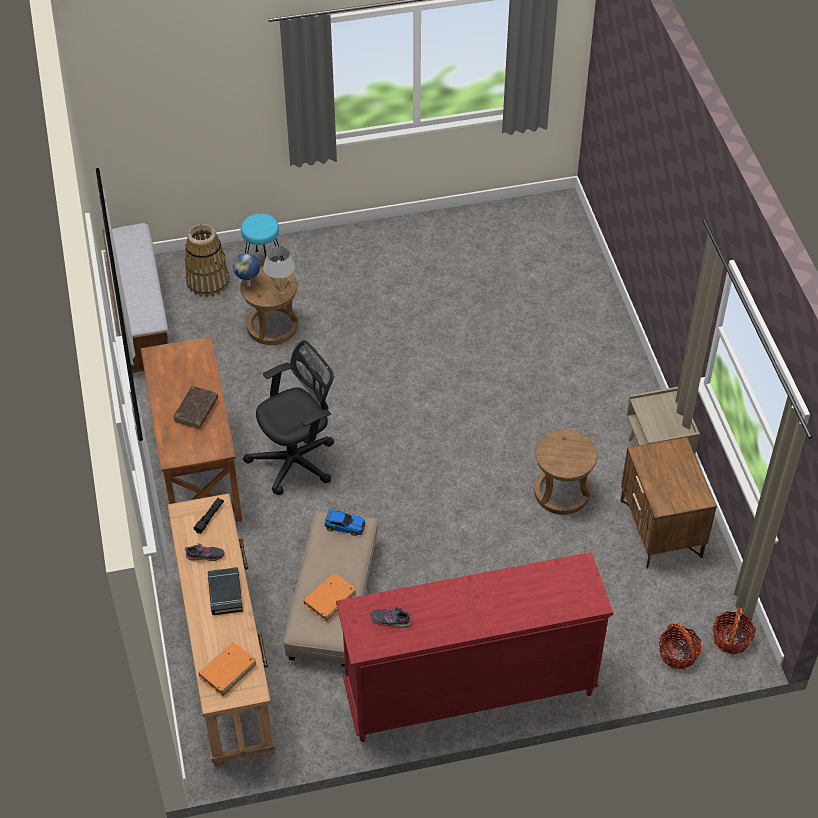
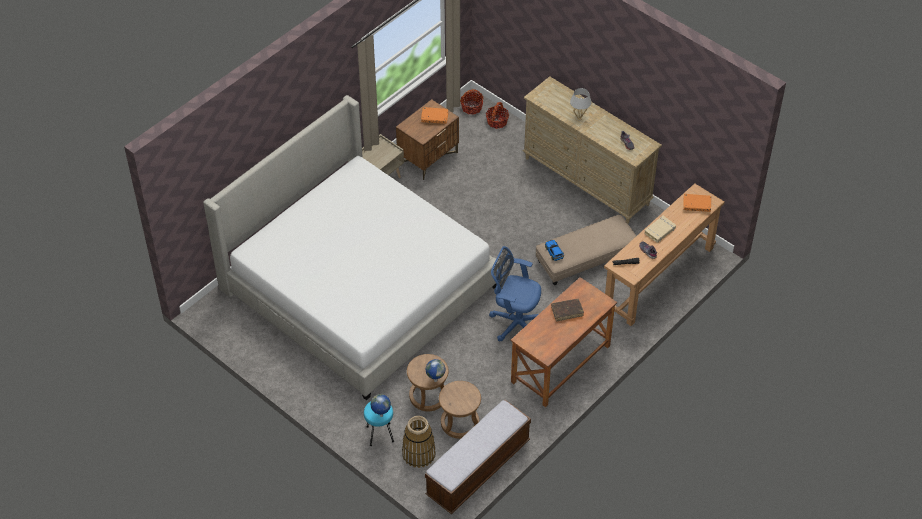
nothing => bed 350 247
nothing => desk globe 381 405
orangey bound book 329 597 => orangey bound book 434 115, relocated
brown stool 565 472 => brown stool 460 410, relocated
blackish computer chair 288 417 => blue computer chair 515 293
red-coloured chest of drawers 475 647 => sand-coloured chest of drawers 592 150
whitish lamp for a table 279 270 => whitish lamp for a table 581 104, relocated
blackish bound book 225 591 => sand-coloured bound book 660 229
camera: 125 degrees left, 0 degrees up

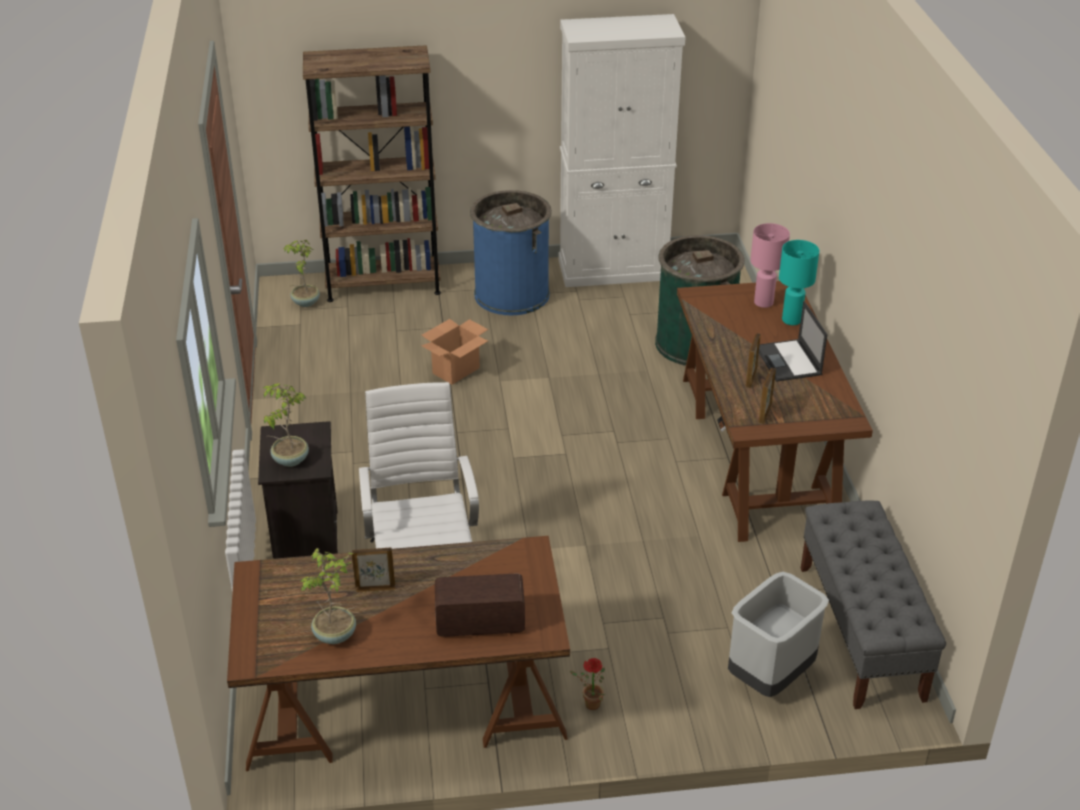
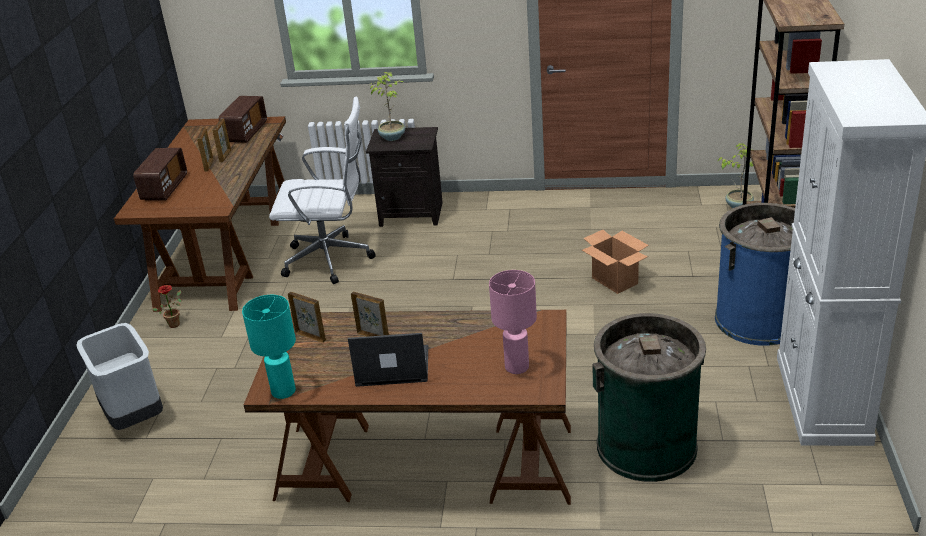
nothing => picture frame 205 149
nothing => radio set 243 119
blue-green lamp for a table 799 282 => blue-green lamp for a table 269 347, relocated
houseplant 328 596 => nothing
grey long seat 873 604 => nothing
camera: 105 degrees right, 5 degrees down

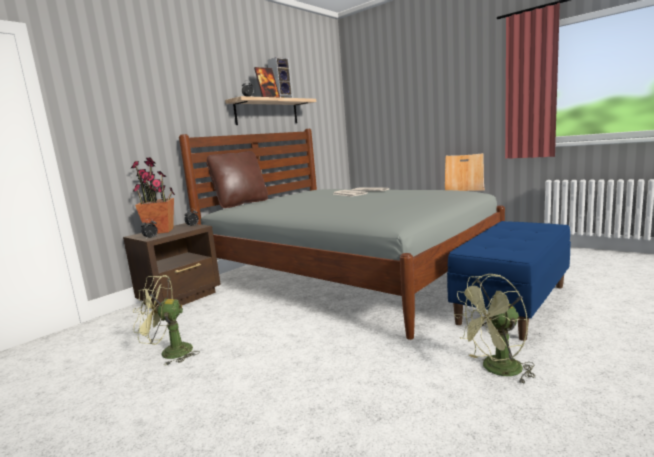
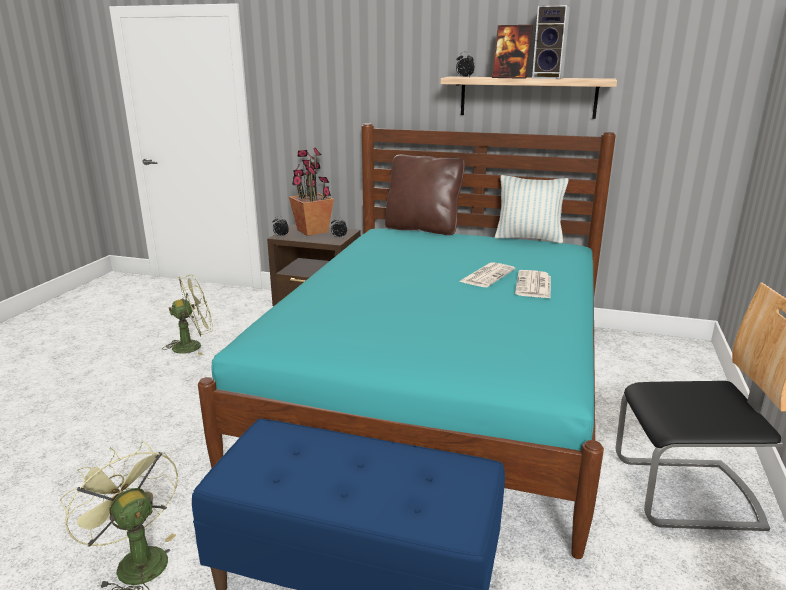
greenish electric fan 166 320 => greenish electric fan 187 315, 90 degrees clockwise
grey bed 342 234 => blue-green bed 407 341
nothing => cushion 532 209
camera: 65 degrees right, 10 degrees up

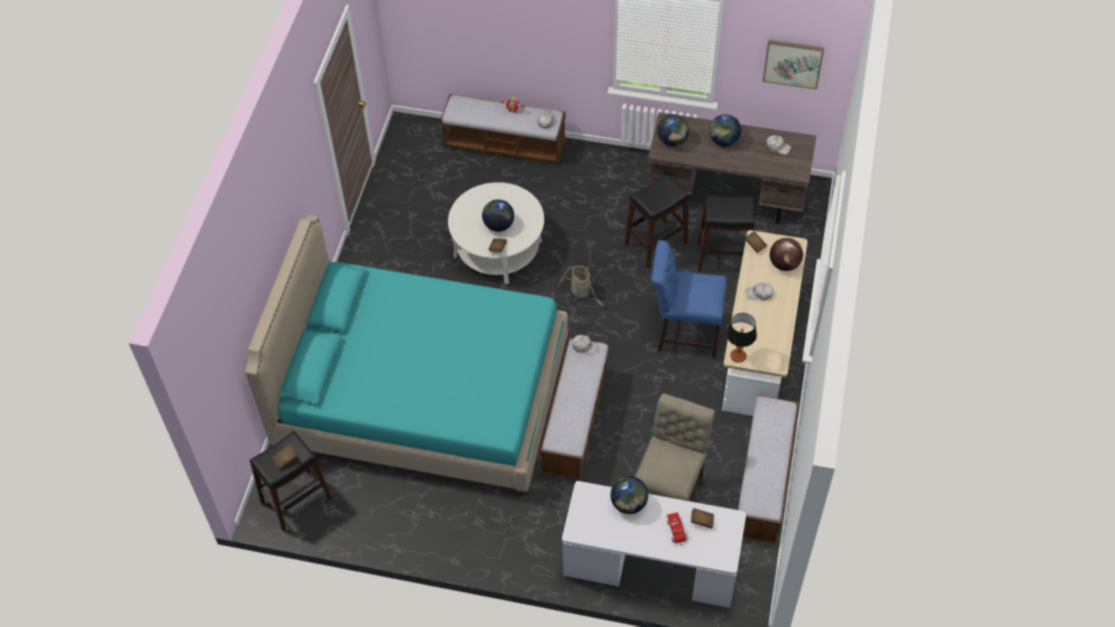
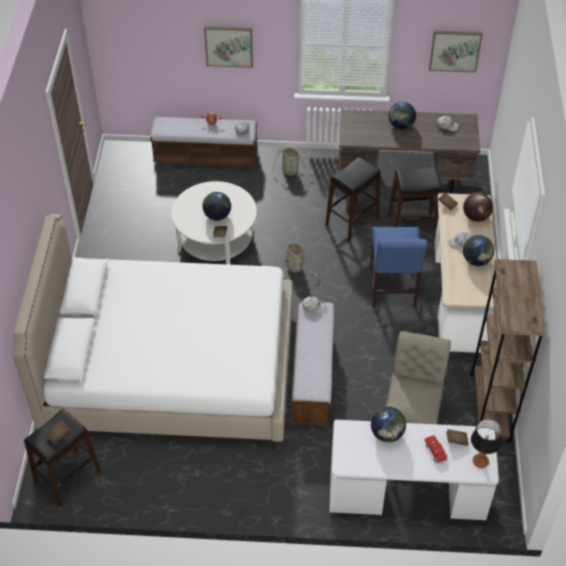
blue-green bed 406 355 => whitish bed 153 329
nothing => wall picture 228 47
nothing => household basket 294 161
blue upright chair 689 299 => blue upright chair 399 267, 90 degrees counterclockwise
desk globe 673 130 => desk globe 478 250, relocated
long seat 768 469 => brown bookcase 508 351
lamp for a table 741 338 => lamp for a table 486 443, relocated
camera: 10 degrees left, 5 degrees down

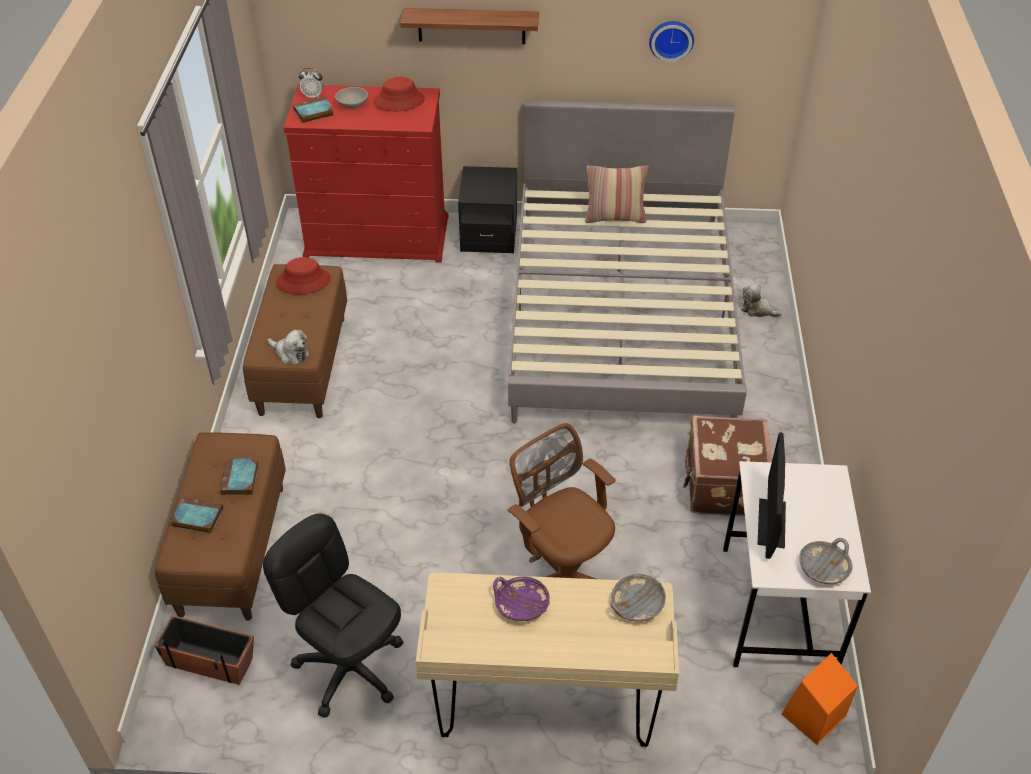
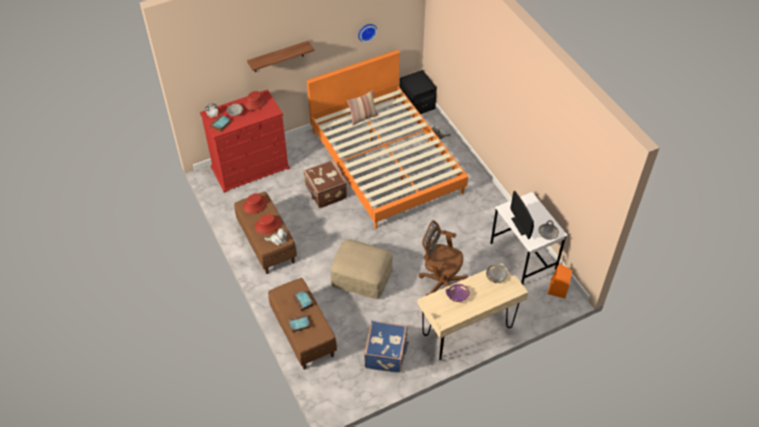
nothing => red-coloured hat 268 224
brown piece of luggage 727 465 => brown piece of luggage 325 184, relocated
grey bed 627 262 => orangey bed 387 139
nothing => sand-coloured footrest 362 269
blackish computer chair 333 616 => blue piece of luggage 386 347
blackish nightstand 487 210 => blackish nightstand 418 93, relocated
plant pot 204 650 => nothing
camera: 30 degrees left, 5 degrees up

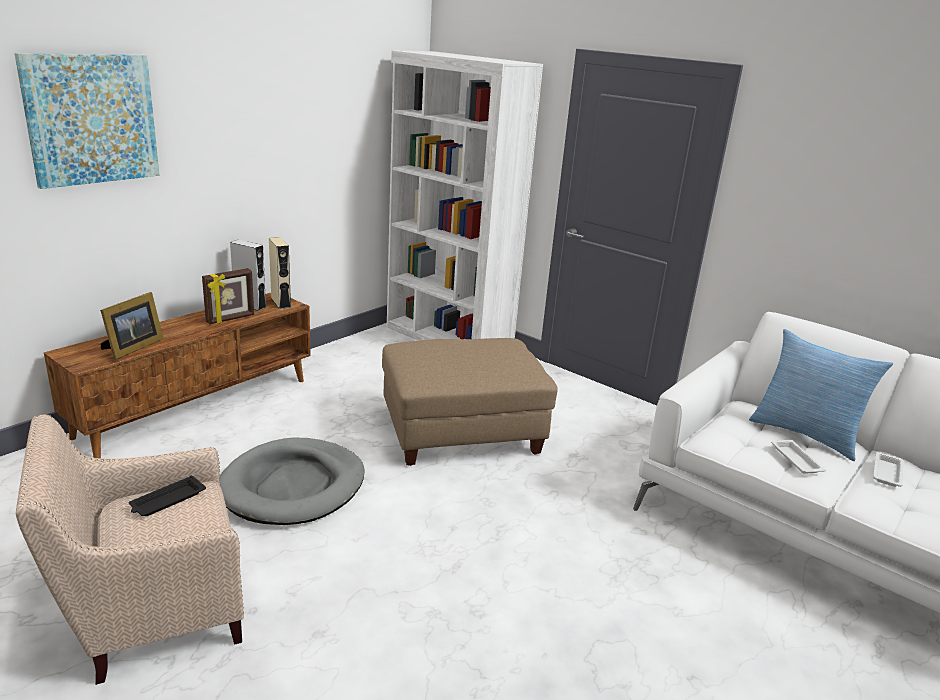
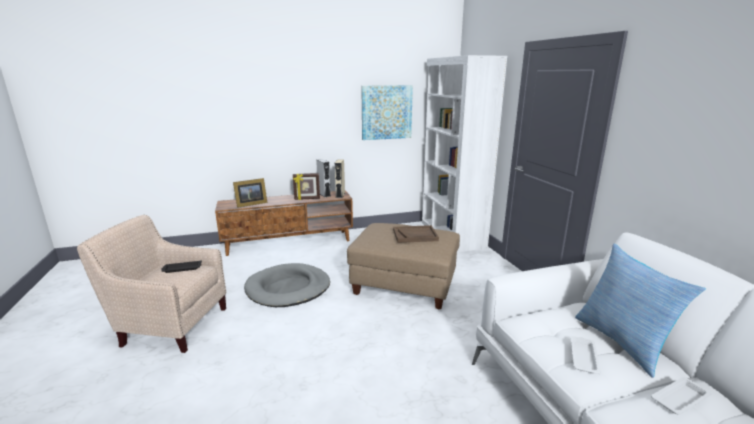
wall picture 87 121 => wall picture 387 112, relocated
nothing => brown tray 416 234
camera: 35 degrees right, 5 degrees down

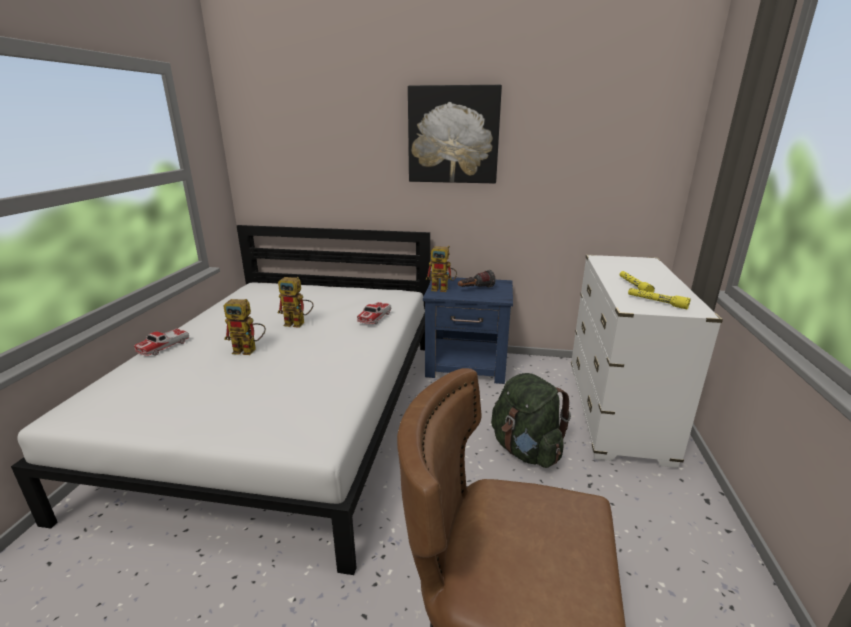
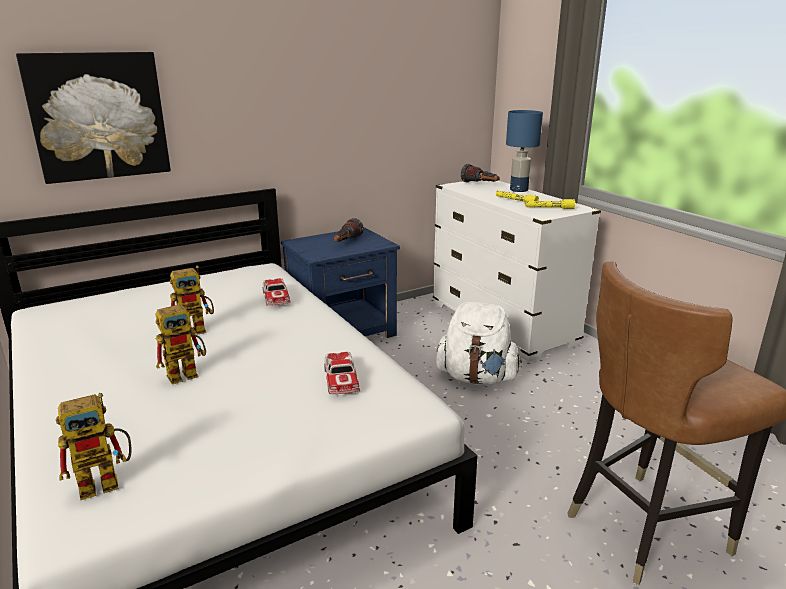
wall picture 455 134 => wall picture 93 118, relocated
toy robot 441 269 => toy robot 94 447, relocated
toy car 161 342 => toy car 342 373, relocated
greenish backpack 531 420 => whitish backpack 479 343
nothing => hand torch 480 173
nothing => blue lamp for a table 524 151
camera: 40 degrees left, 0 degrees up

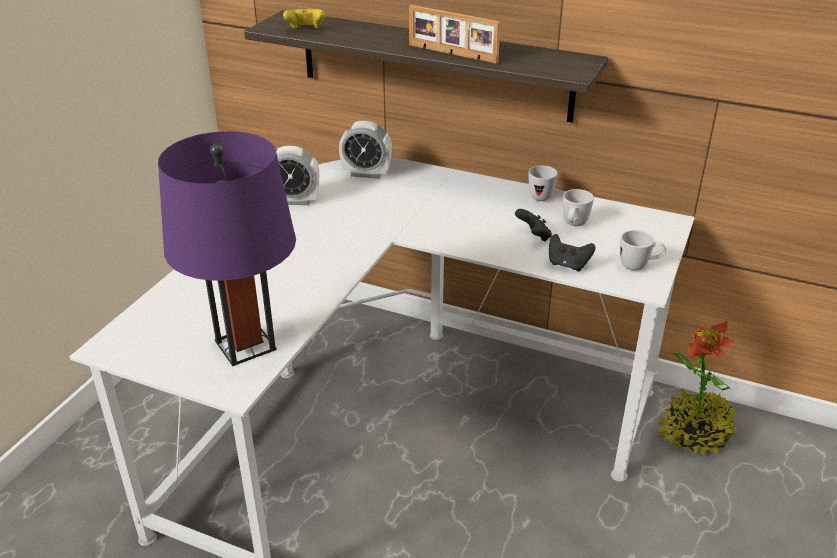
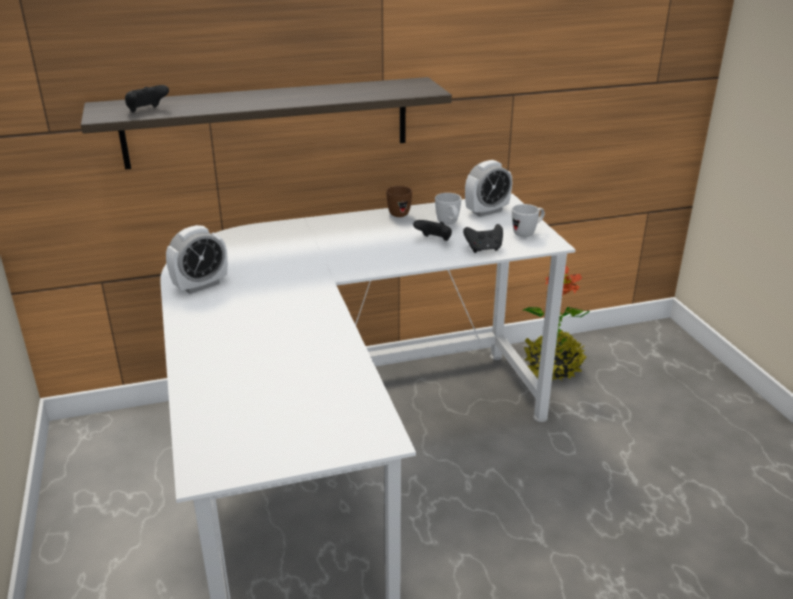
yellow gamepad 304 18 => blackish gamepad 147 98
whitish mug 543 183 => brown mug 399 201
alarm clock 365 150 => alarm clock 488 188, relocated
purple-coloured lamp for a table 227 248 => nothing
picture frame 455 34 => nothing
camera: 40 degrees left, 5 degrees down

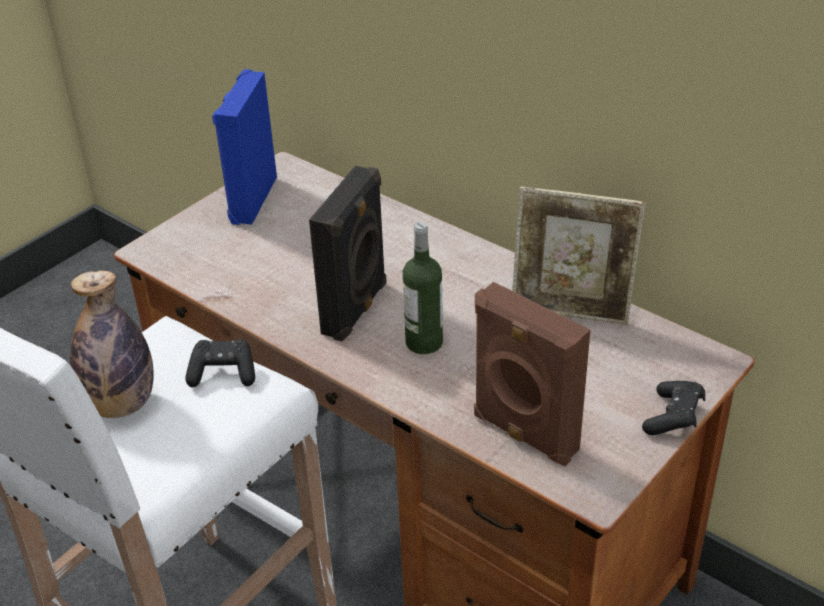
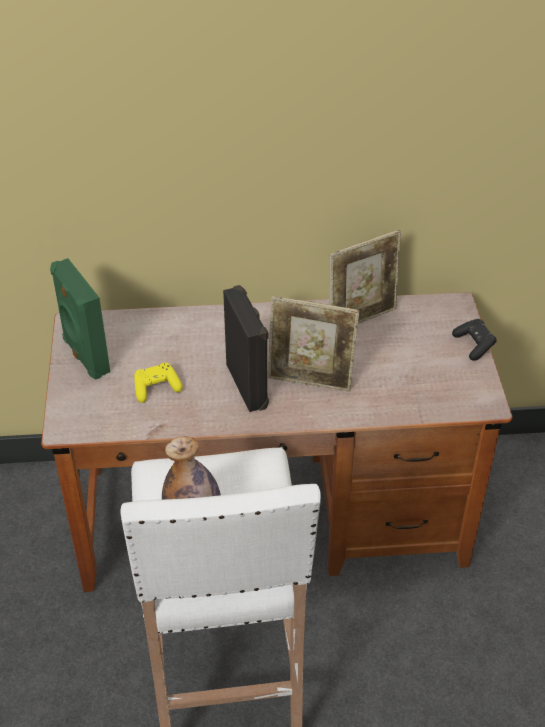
blue loudspeaker 244 147 => greenish loudspeaker 80 319
nothing => yellow gamepad 158 382
drink bottle 423 288 => picture frame 313 344
blackish gamepad 220 363 => nothing
brown loudspeaker 532 374 => nothing
camera: 45 degrees left, 5 degrees up

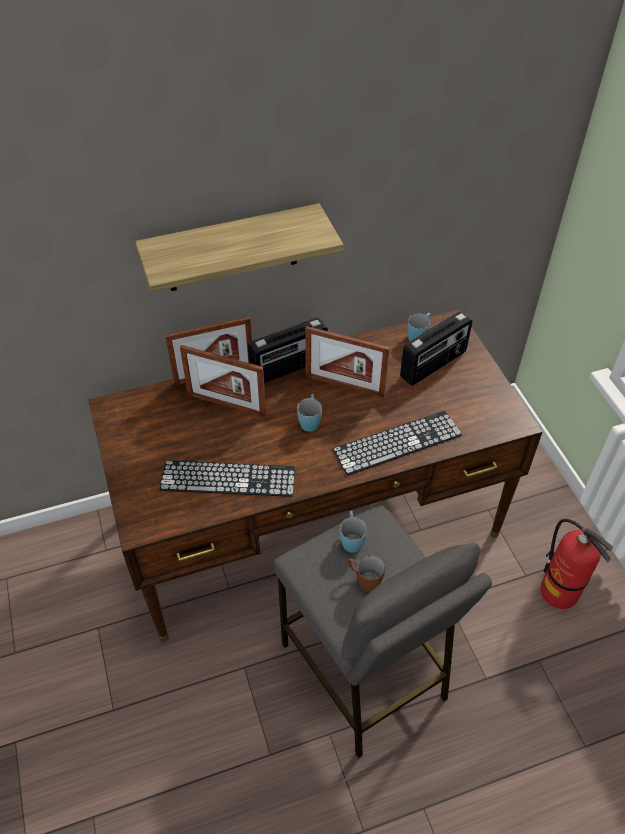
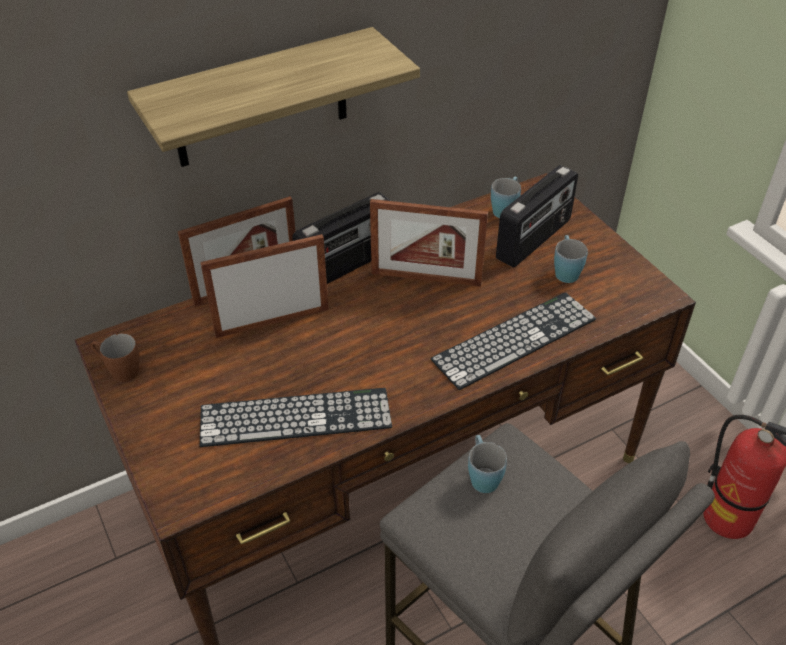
brown mug 366 573 => brown mug 115 357, relocated
picture frame 223 381 => picture frame 264 286, 150 degrees clockwise
blue mug 309 413 => blue mug 571 259, relocated
camera: 10 degrees left, 5 degrees down

